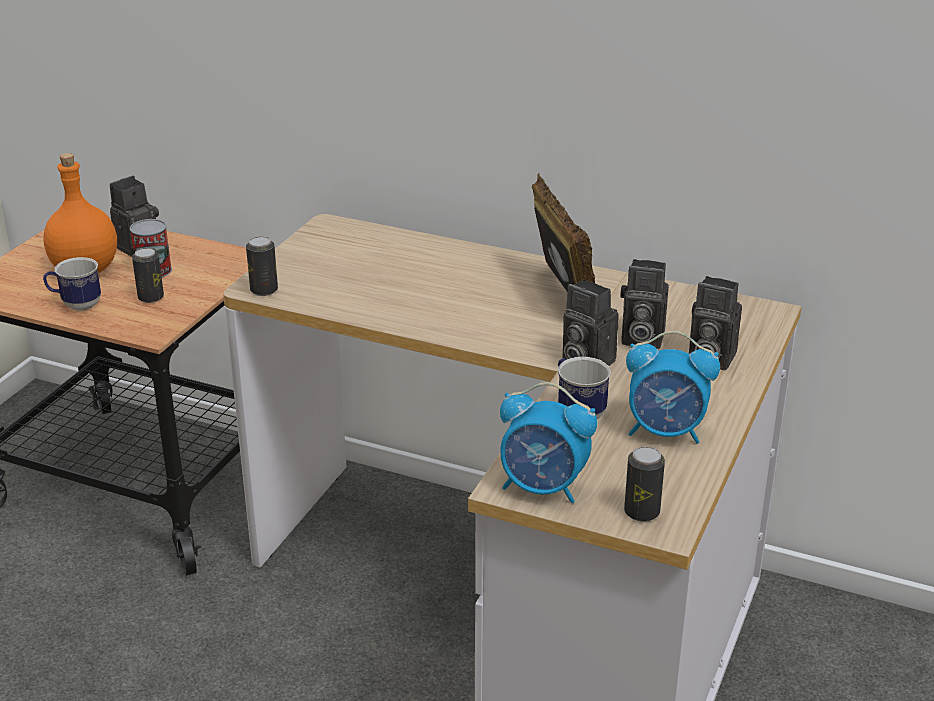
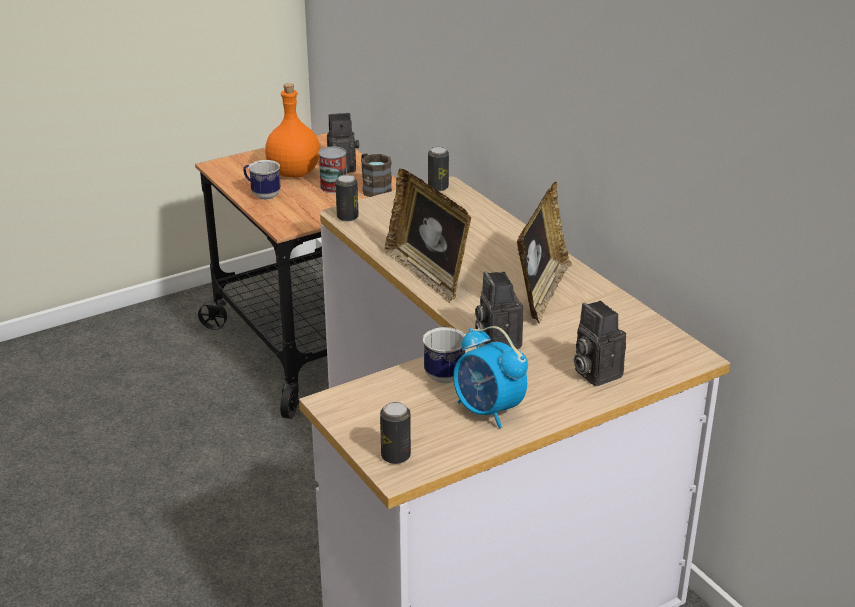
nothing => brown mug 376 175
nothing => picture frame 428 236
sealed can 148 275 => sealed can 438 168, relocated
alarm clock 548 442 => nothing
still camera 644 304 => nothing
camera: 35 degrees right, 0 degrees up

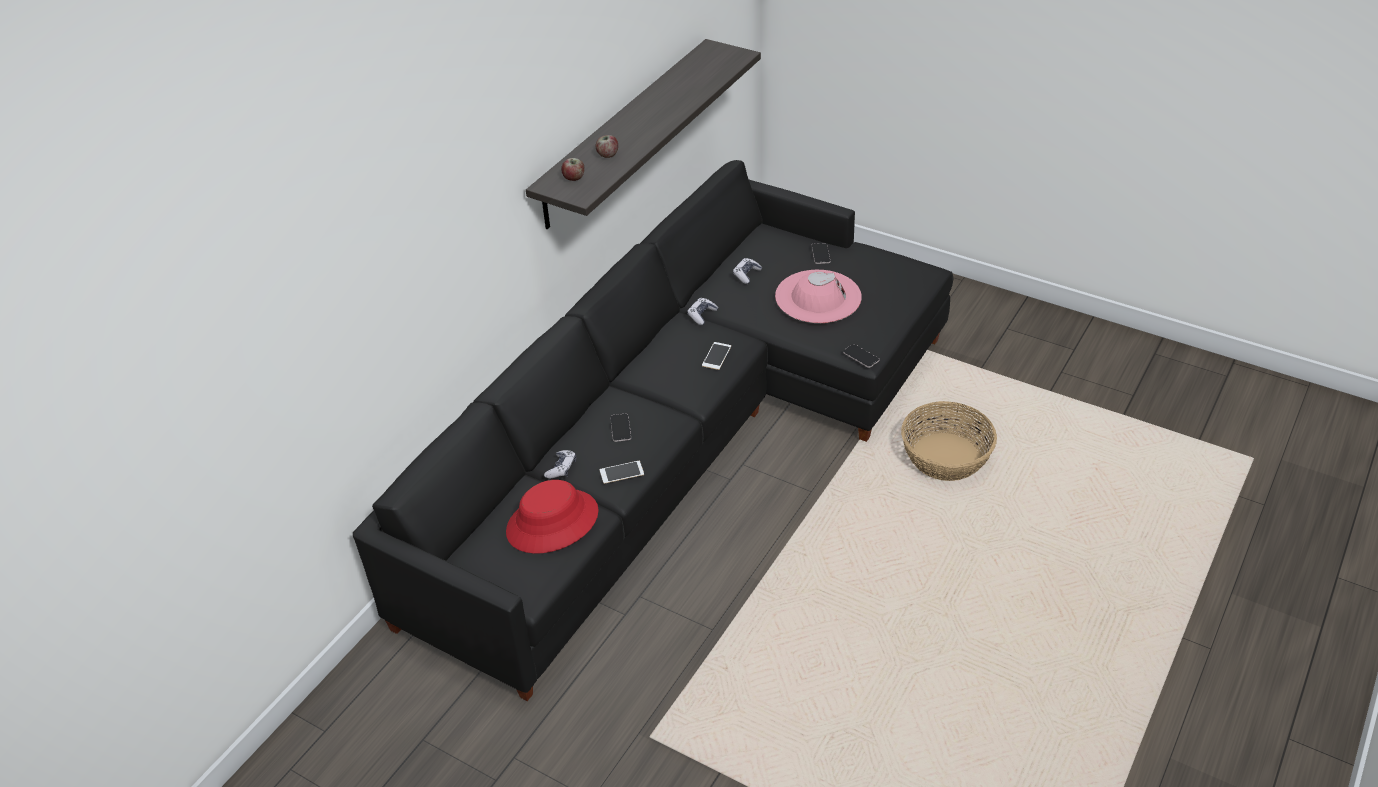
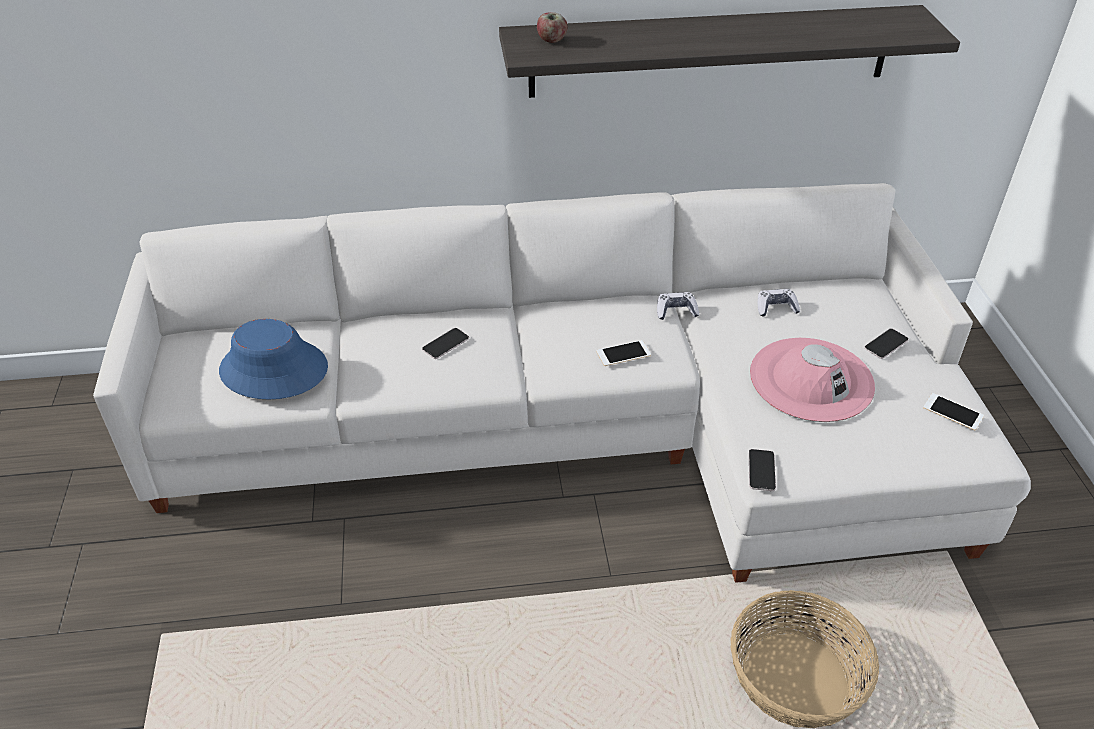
blackish sofa 653 430 => whitish sofa 562 383
red-coloured hat 552 517 => blue hat 273 359
handset 622 472 => handset 953 412, relocated
gamepad 560 464 => nothing
apple fruit 607 146 => nothing
camera: 50 degrees right, 0 degrees up

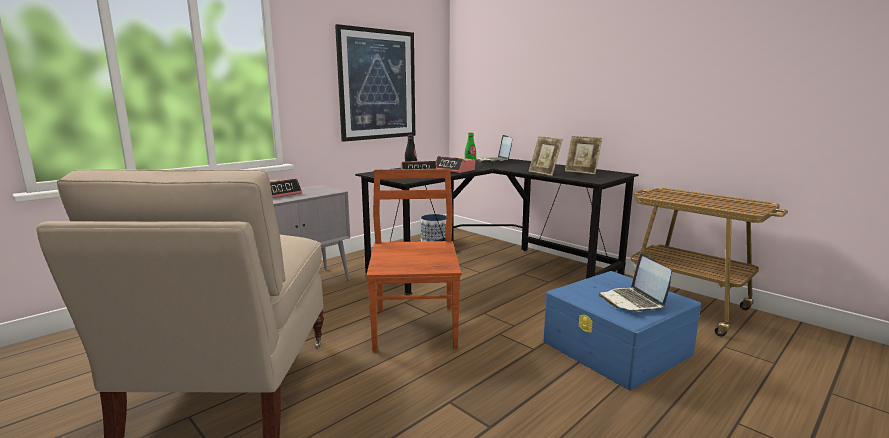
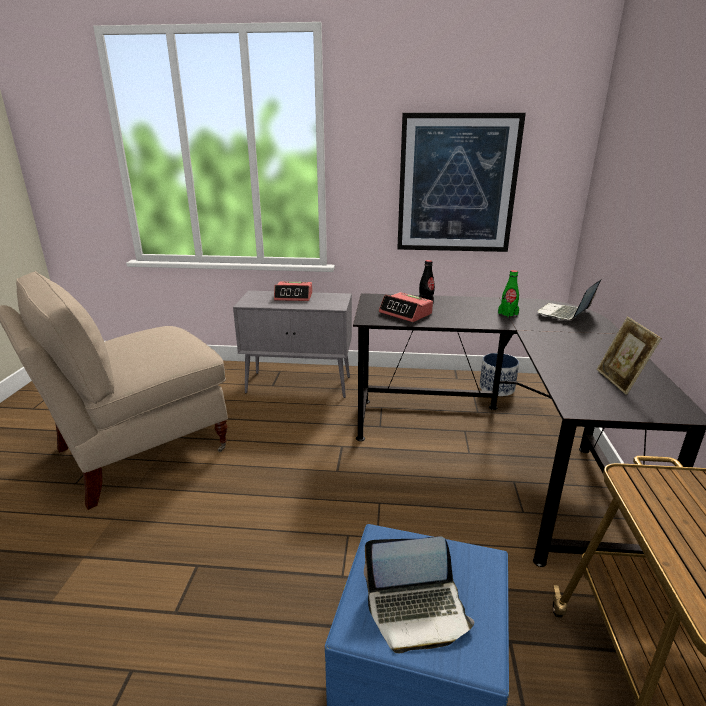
portable computer 635 282 => portable computer 419 594, 135 degrees counterclockwise
brown upright chair 413 260 => nothing
alarm clock 455 164 => nothing
picture frame 546 156 => nothing
camera: 50 degrees right, 10 degrees up

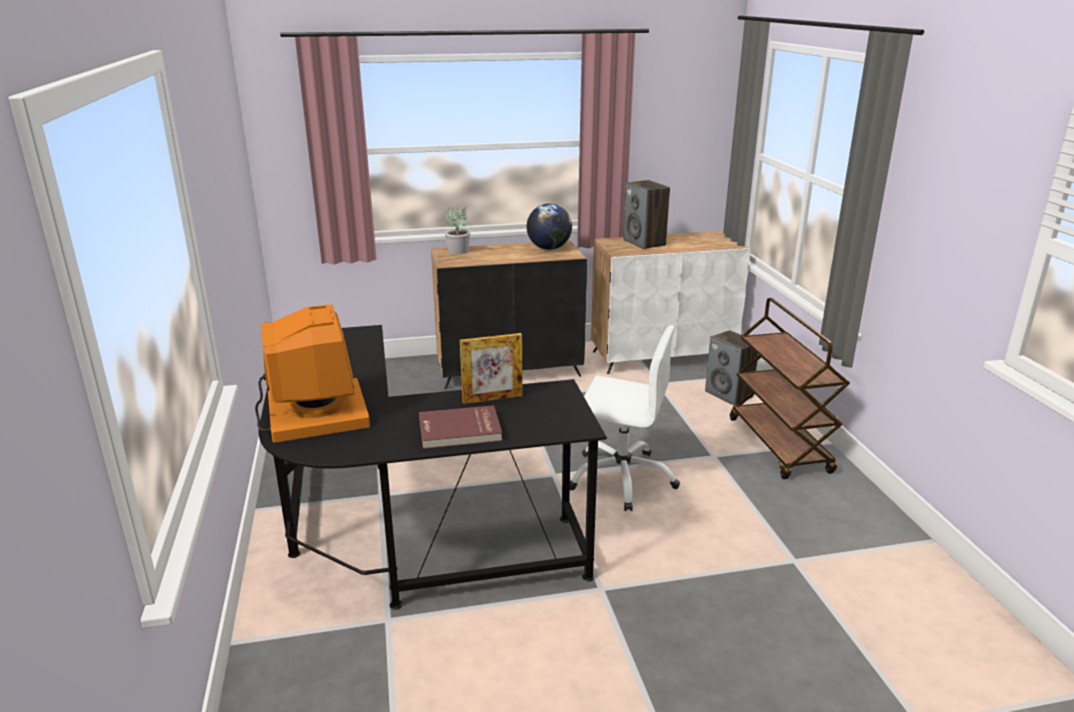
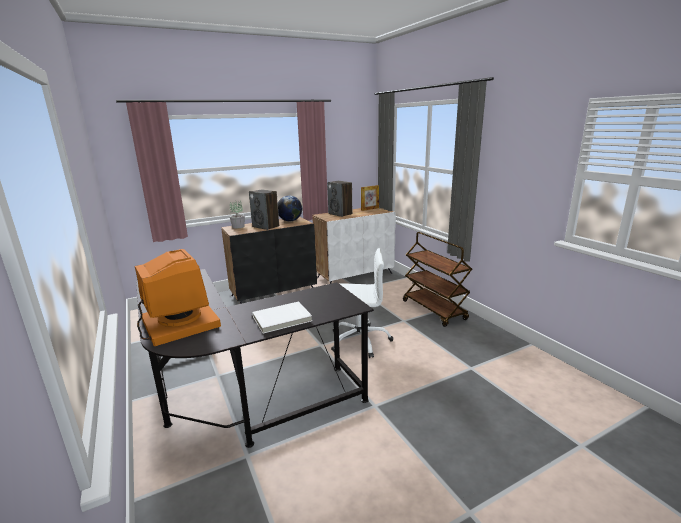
loudspeaker 731 368 => loudspeaker 264 209, relocated
red-coloured bound book 460 427 => whitish bound book 282 317
picture frame 491 368 => picture frame 370 198, relocated
camera: 15 degrees left, 5 degrees down

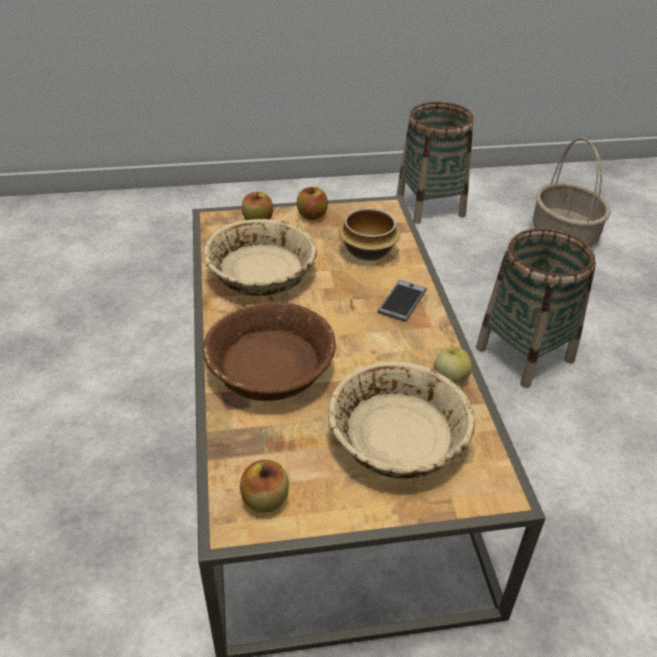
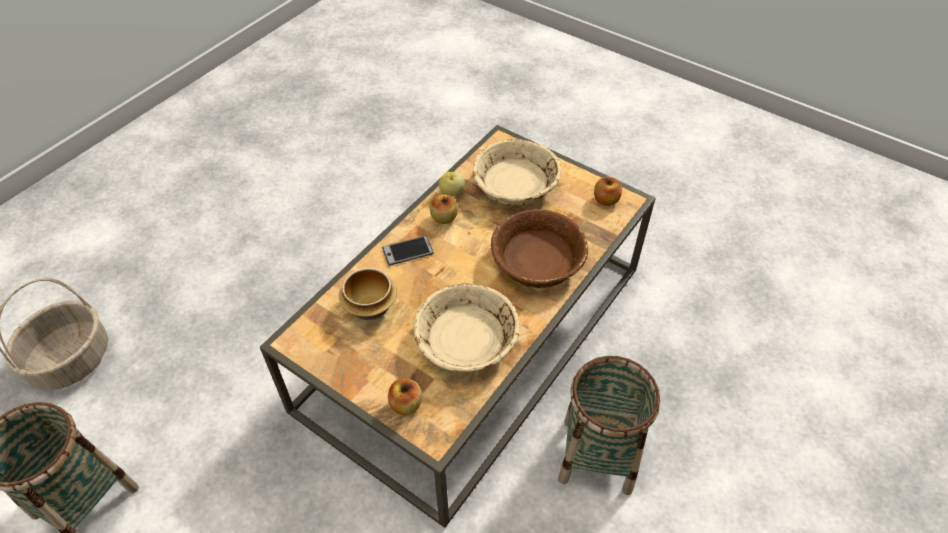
apple fruit 312 203 => apple fruit 444 209, relocated
household basket 536 308 => household basket 609 425, relocated
camera: 135 degrees left, 10 degrees up

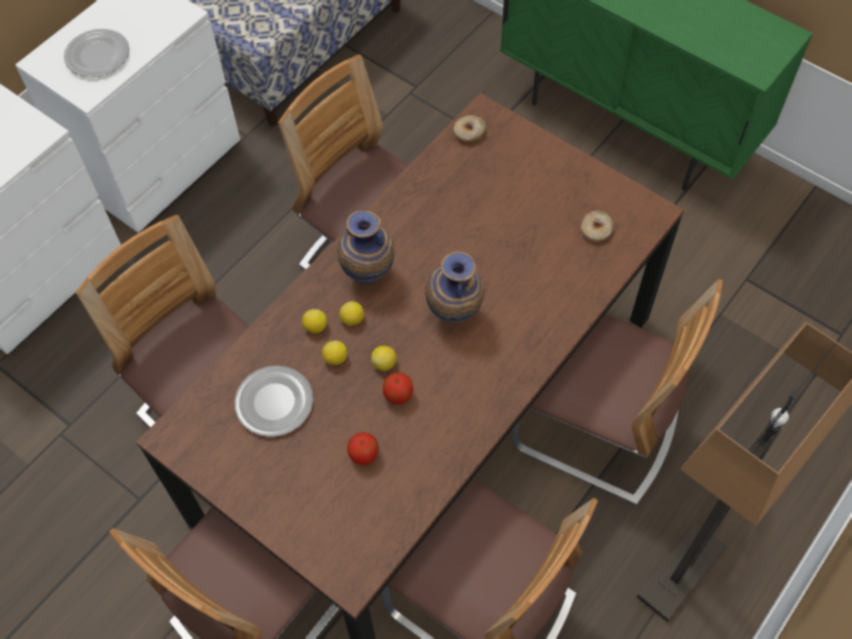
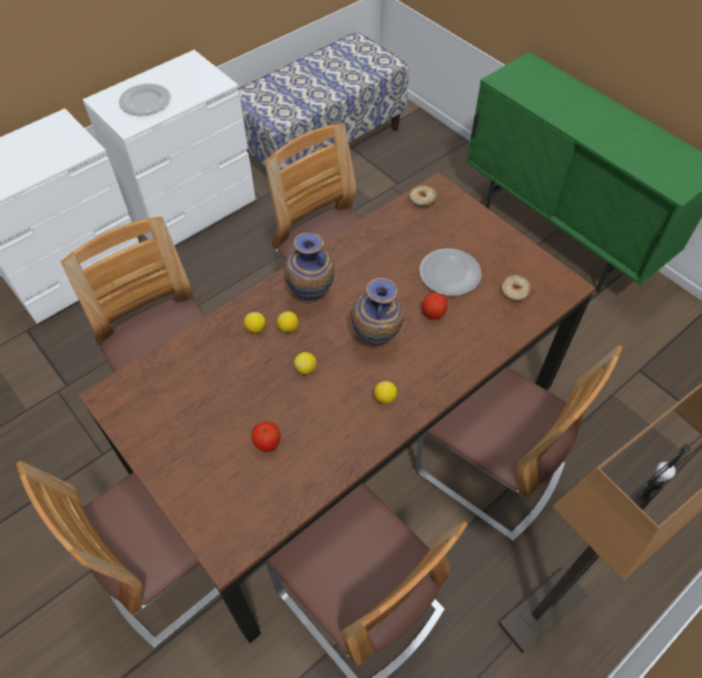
citrus fruit 334 353 => citrus fruit 385 392, relocated
plate 274 401 => plate 450 272, relocated
apple fruit 398 388 => apple fruit 434 306, relocated
camera: 10 degrees right, 5 degrees down

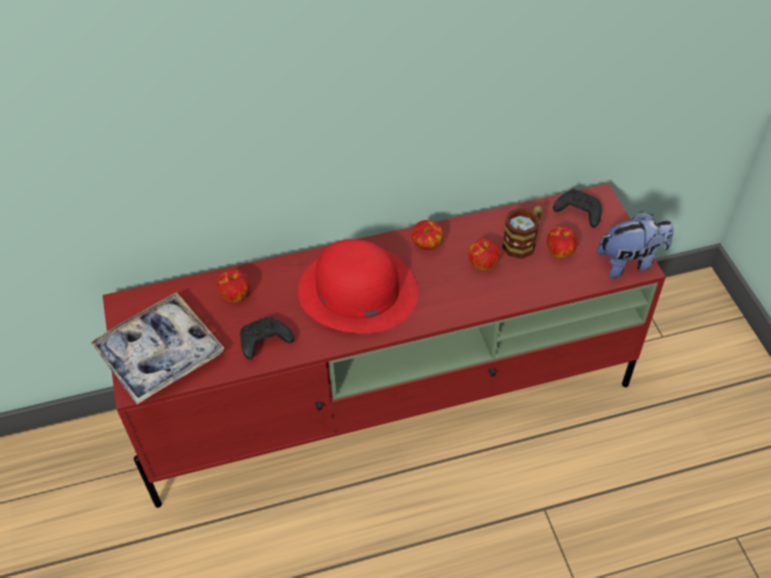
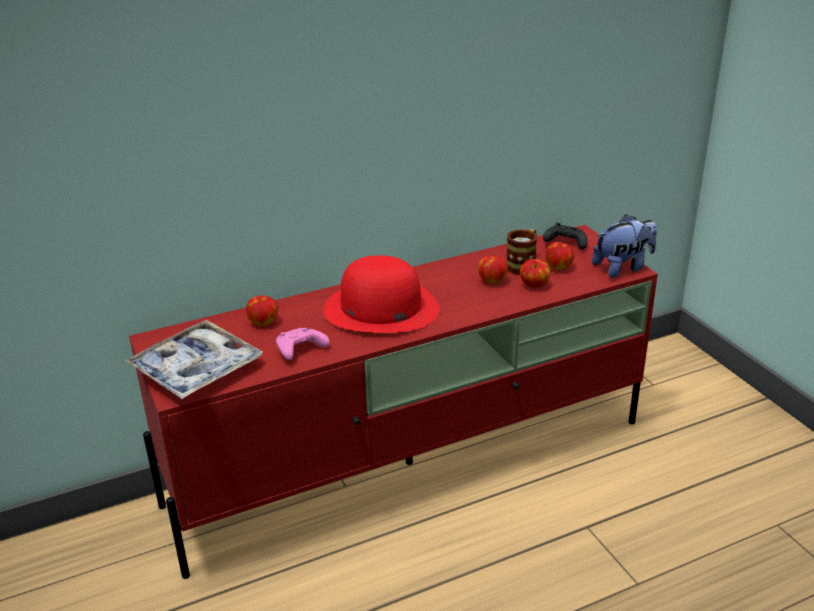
blackish gamepad 267 338 => pink-coloured gamepad 303 344
apple fruit 427 235 => apple fruit 535 273, relocated
camera: 10 degrees left, 20 degrees down

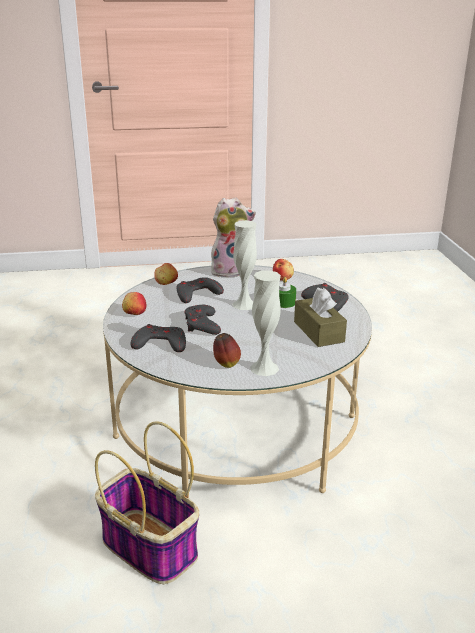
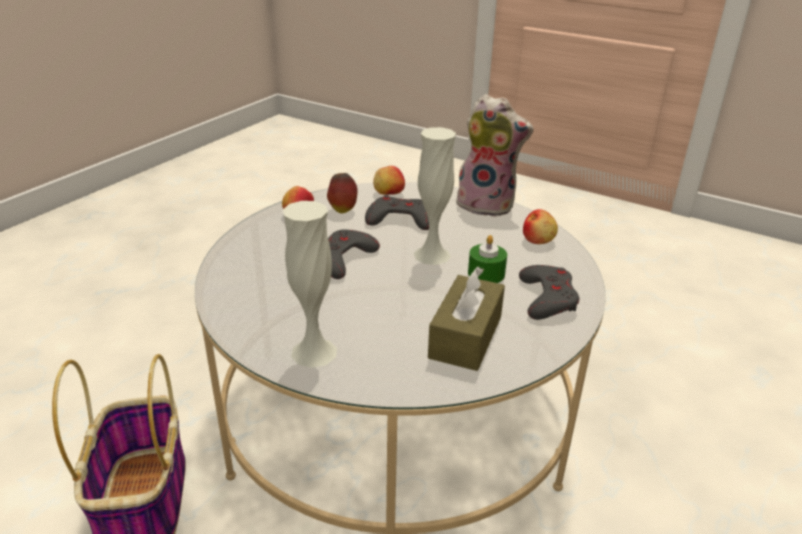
apple fruit 227 350 => apple fruit 342 193, relocated
grey gamepad 158 338 => nothing
camera: 40 degrees right, 5 degrees up

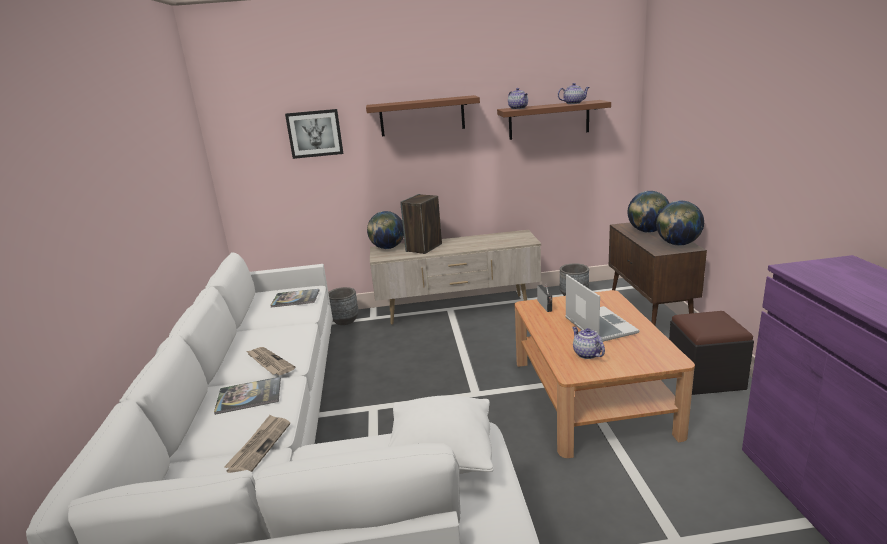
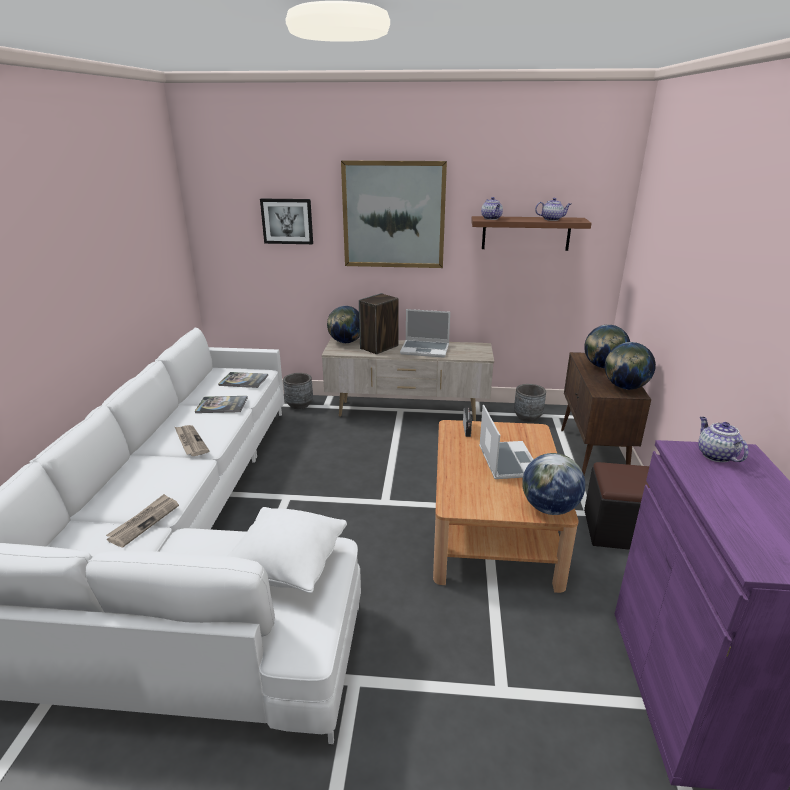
bound book 247 396 => bound book 221 404, relocated
brown shelf 423 115 => wall picture 394 214
nothing => portable computer 425 333
nothing => desk globe 553 484
pot for tea 588 342 => pot for tea 723 439, relocated
camera: 10 degrees right, 5 degrees up

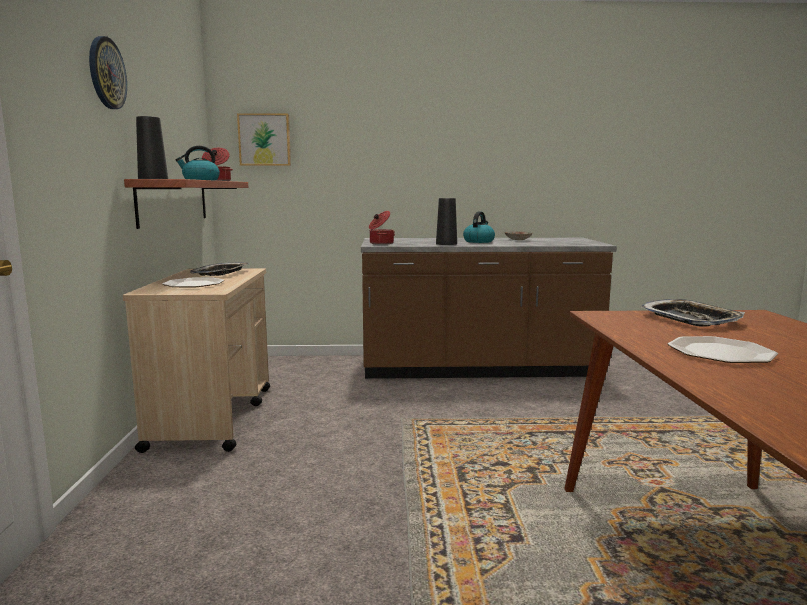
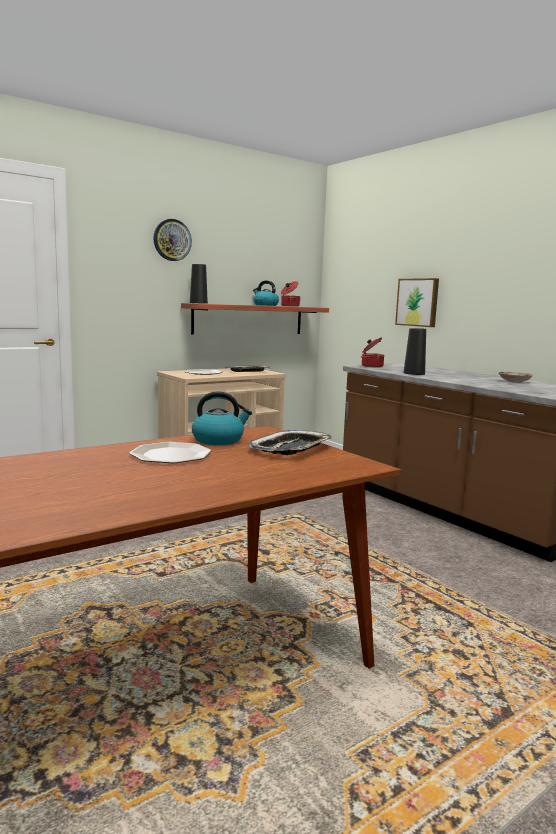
tea kettle 479 227 => tea kettle 222 418, relocated
wall picture 264 139 => wall picture 417 302, relocated
camera: 55 degrees right, 0 degrees up

